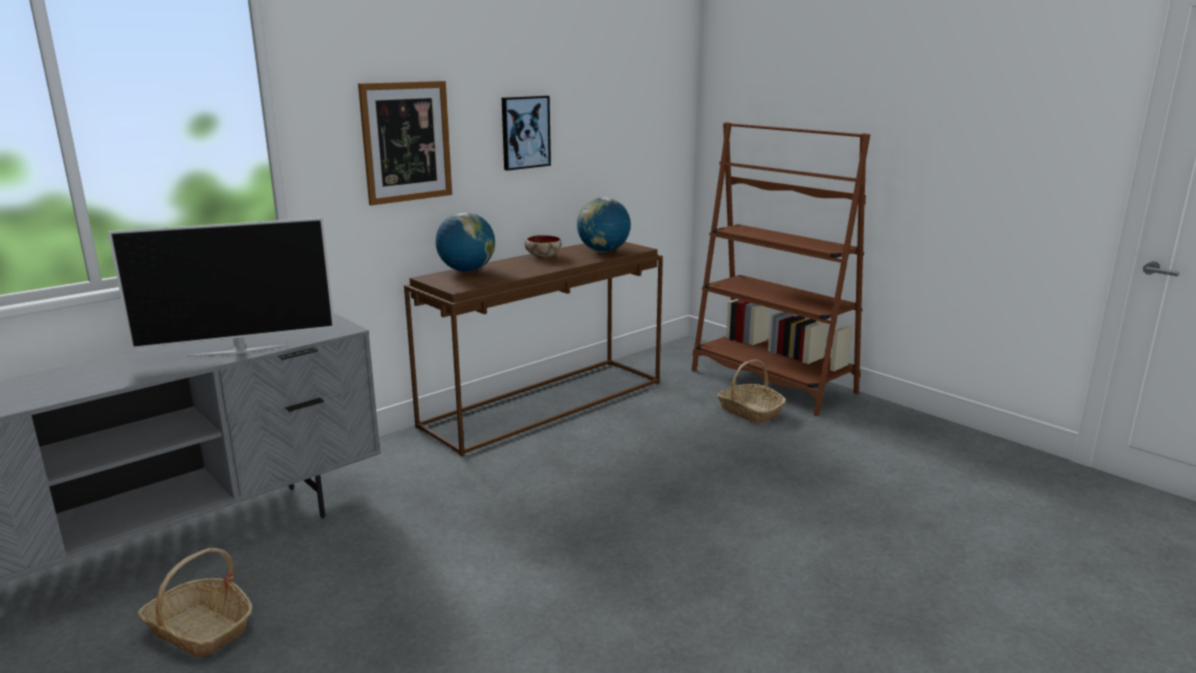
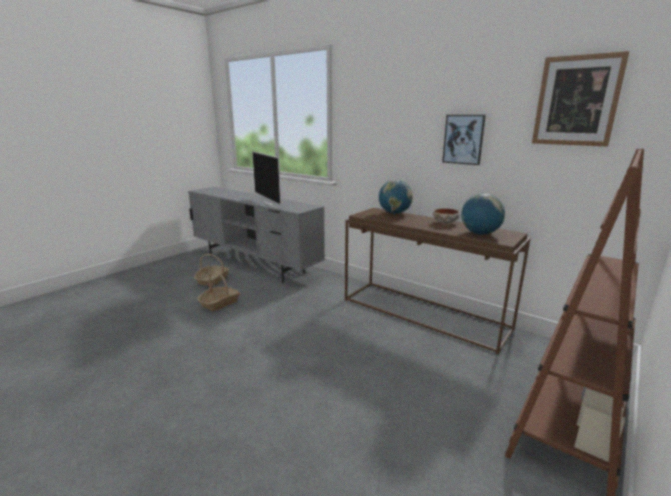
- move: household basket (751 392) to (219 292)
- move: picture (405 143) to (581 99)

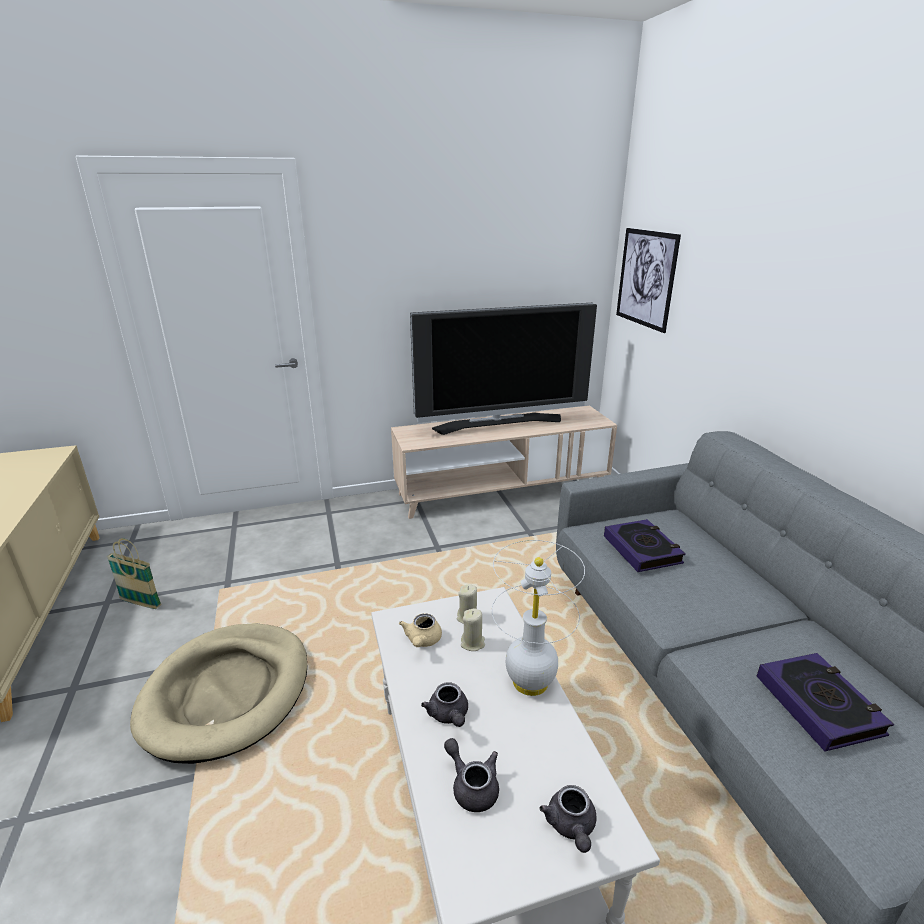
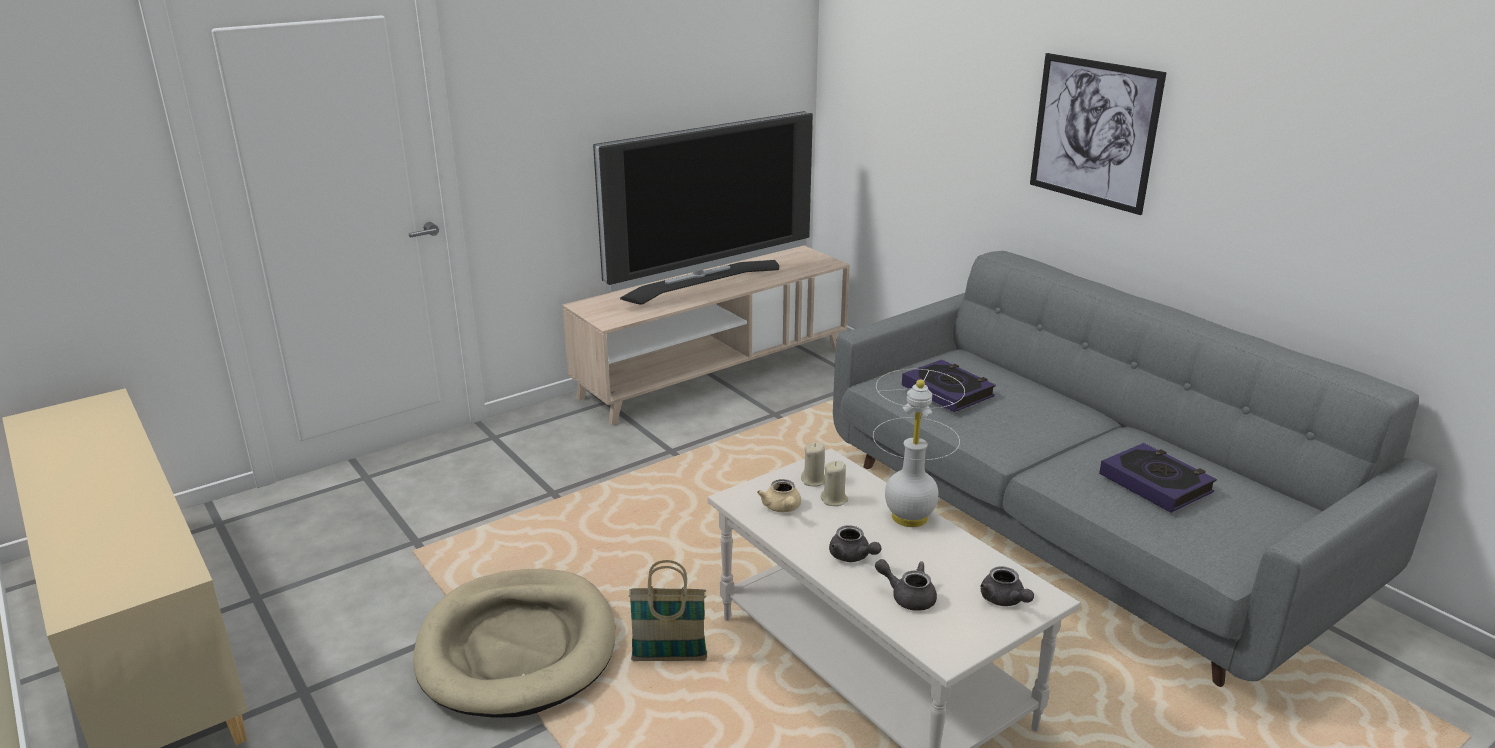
- move: household basket (134 573) to (668 610)
- move: picture (648 280) to (1098 134)

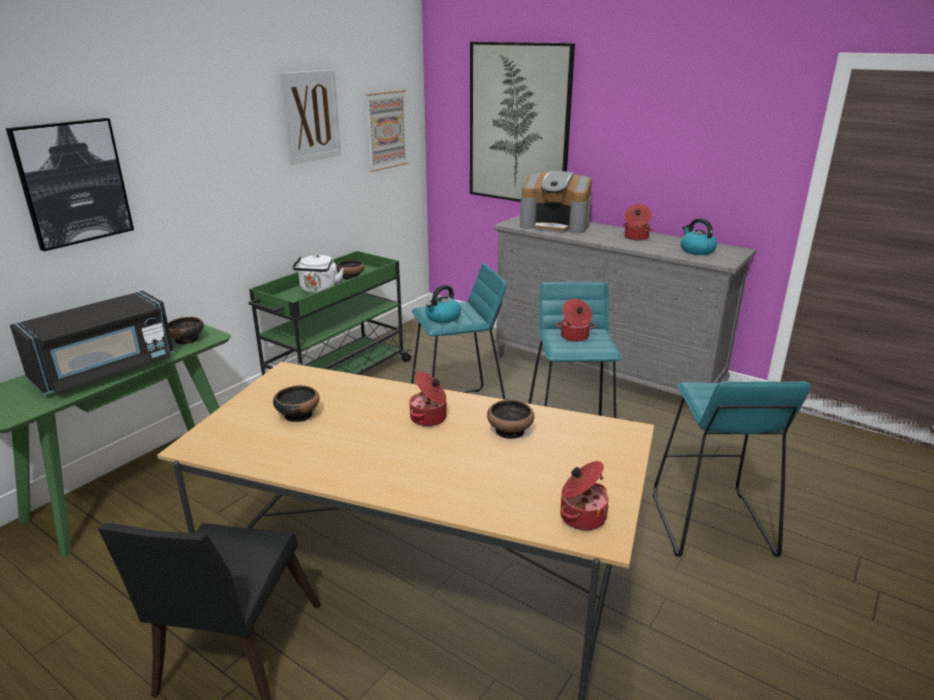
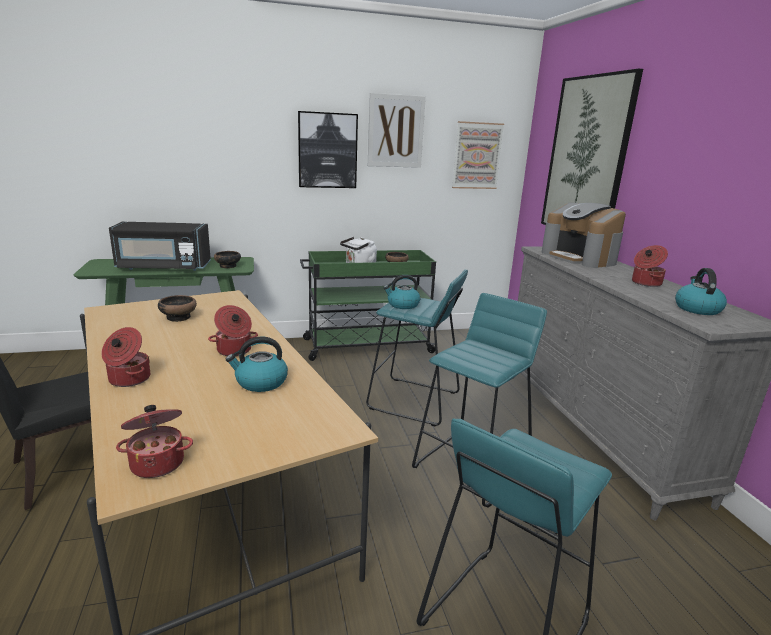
- move: cooking pot (576 320) to (125 357)
- replace: serving bowl (510 419) to tea kettle (257 364)
- move: picture (70 184) to (328 149)

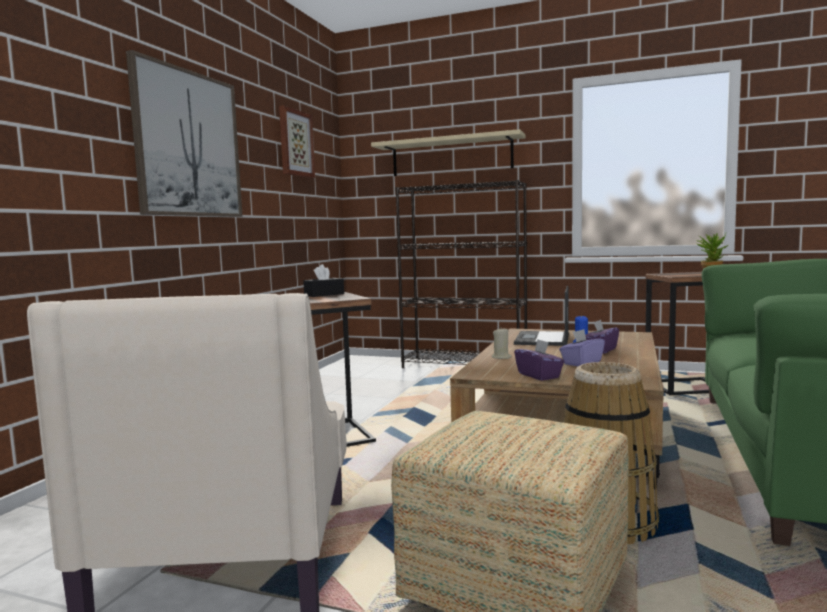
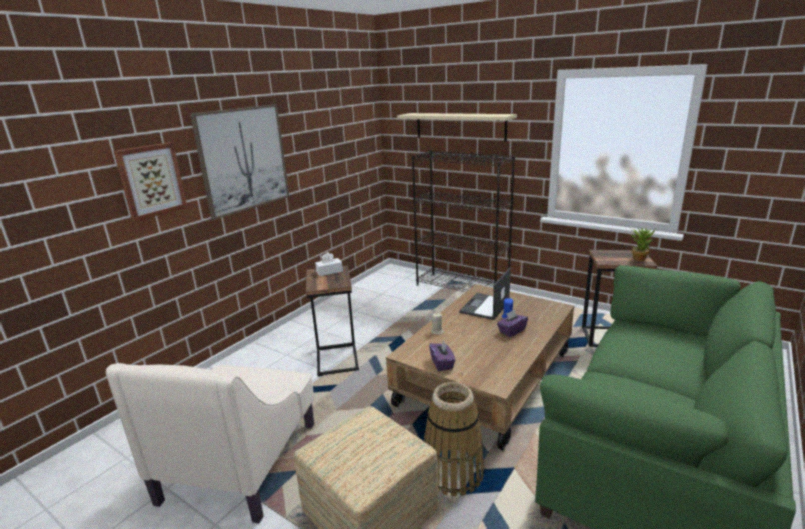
- move: picture (297 141) to (150 182)
- recolor: tissue box in black-coloured (323 280) to tissue box in whitish (329 264)
- delete: tissue box in purplish (582 347)

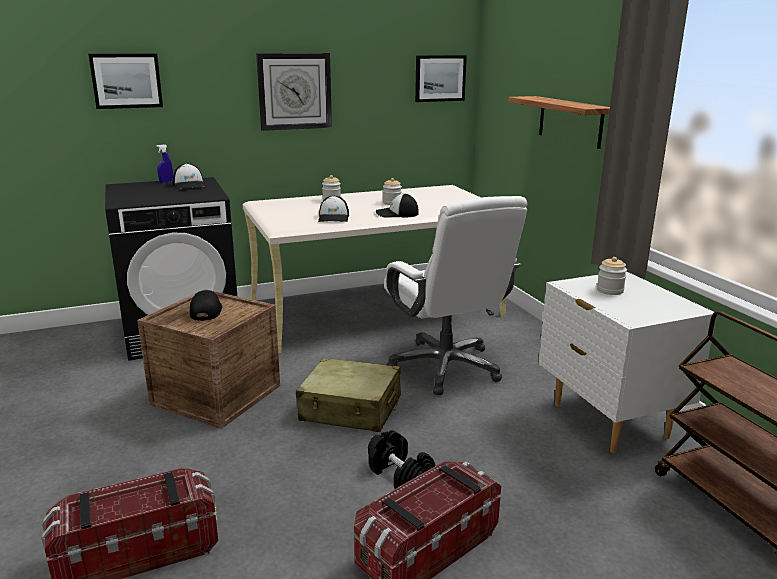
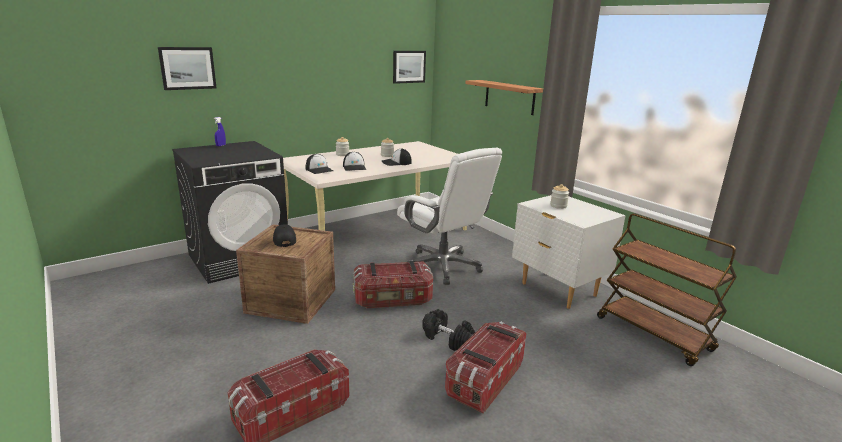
- move: cap (189 176) to (319 164)
- replace: piece of luggage in beige (348 395) to storage box (393 285)
- delete: hanging clock (294 92)

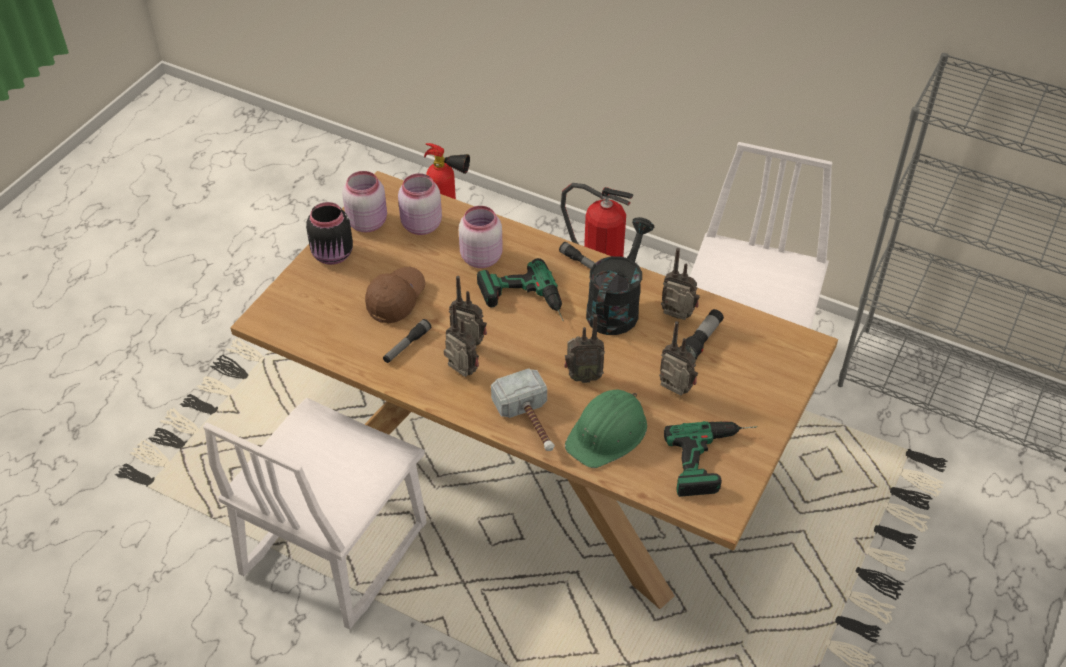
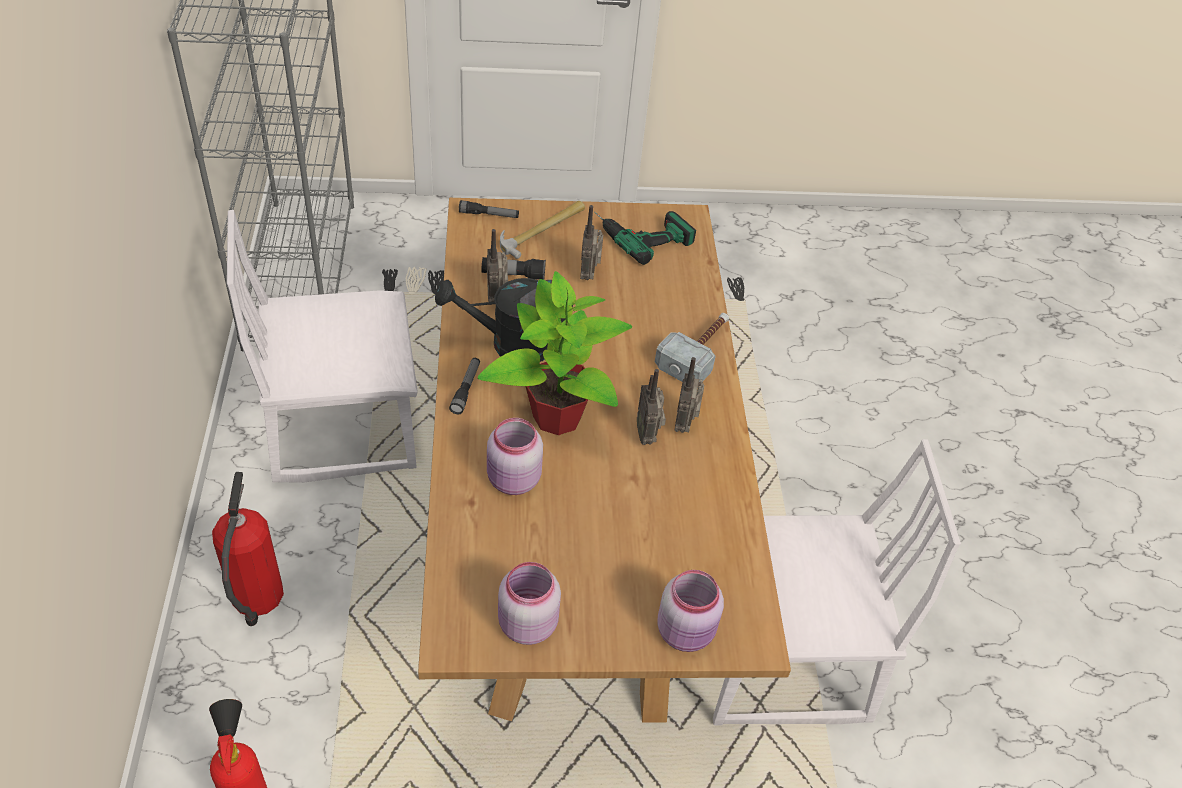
- move: flashlight (407 341) to (489 209)
- replace: power drill (520 289) to houseplant (555 353)
- insert: hand hammer (542 230)
- move: storage jar in pinkish (420 204) to (690 611)
- delete: storage jar in black-coloured (329 233)
- delete: cap in brownish (395 295)
- delete: radio receiver (584 348)
- delete: safety helmet in green-coloured (606 429)

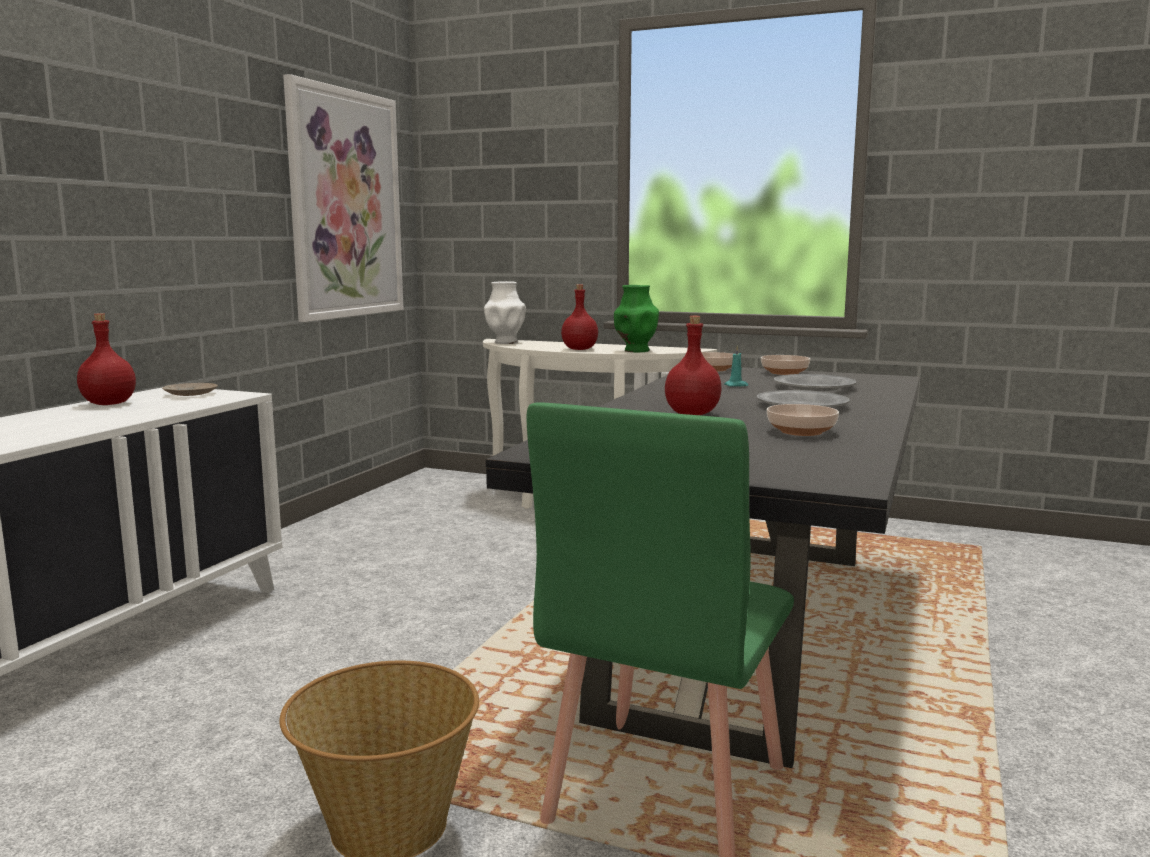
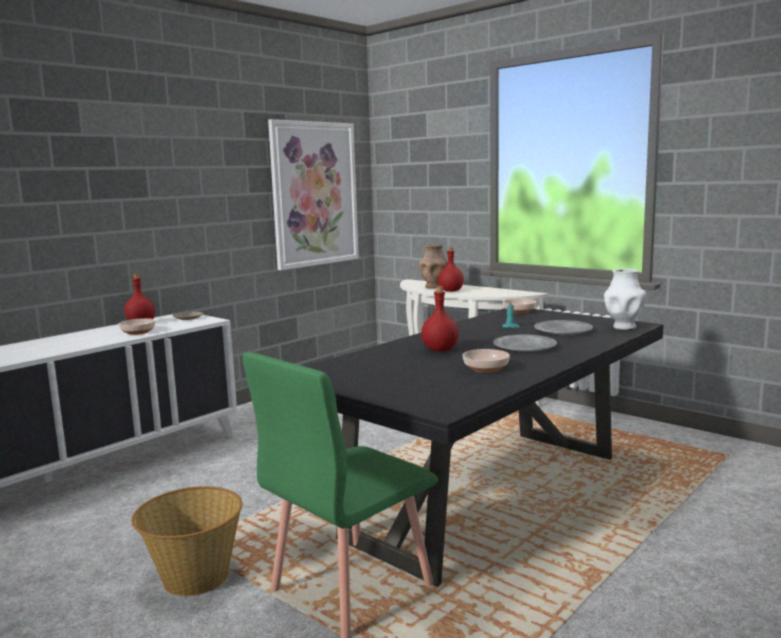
- move: serving bowl (785 365) to (137 326)
- insert: decorative vase in brownish (433 266)
- move: decorative vase in whitish (505 312) to (625 299)
- delete: decorative vase in green-coloured (636 318)

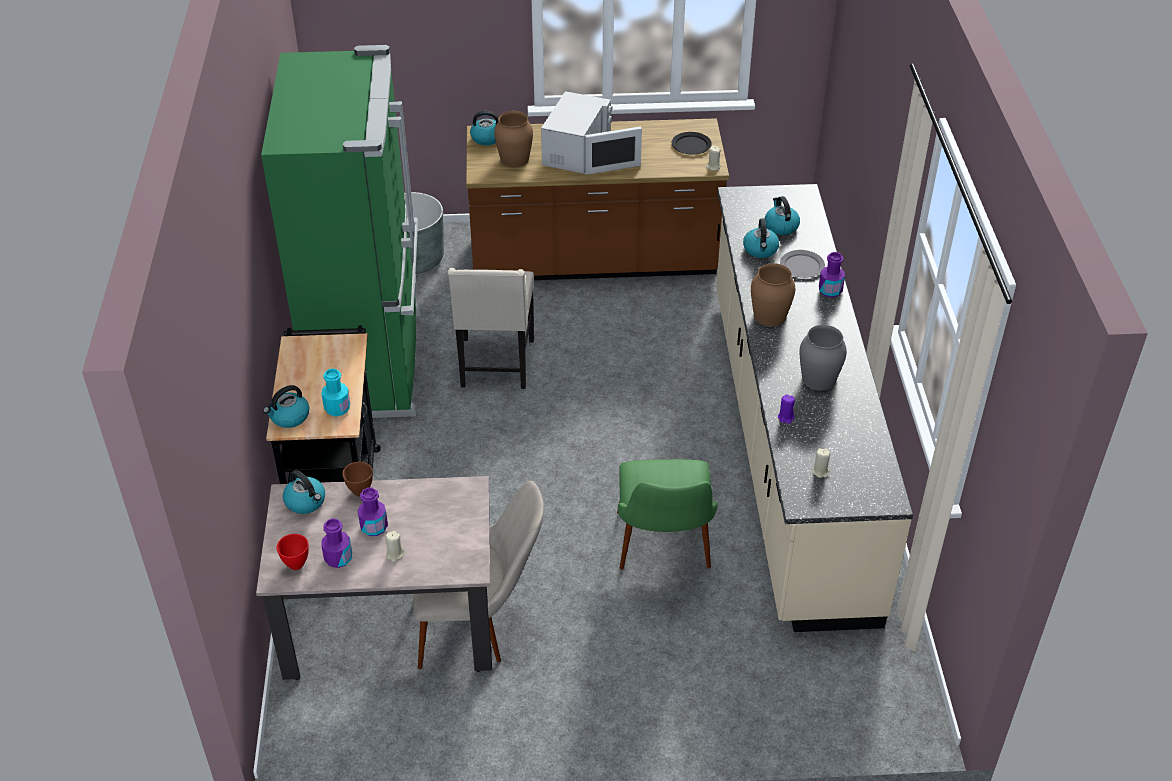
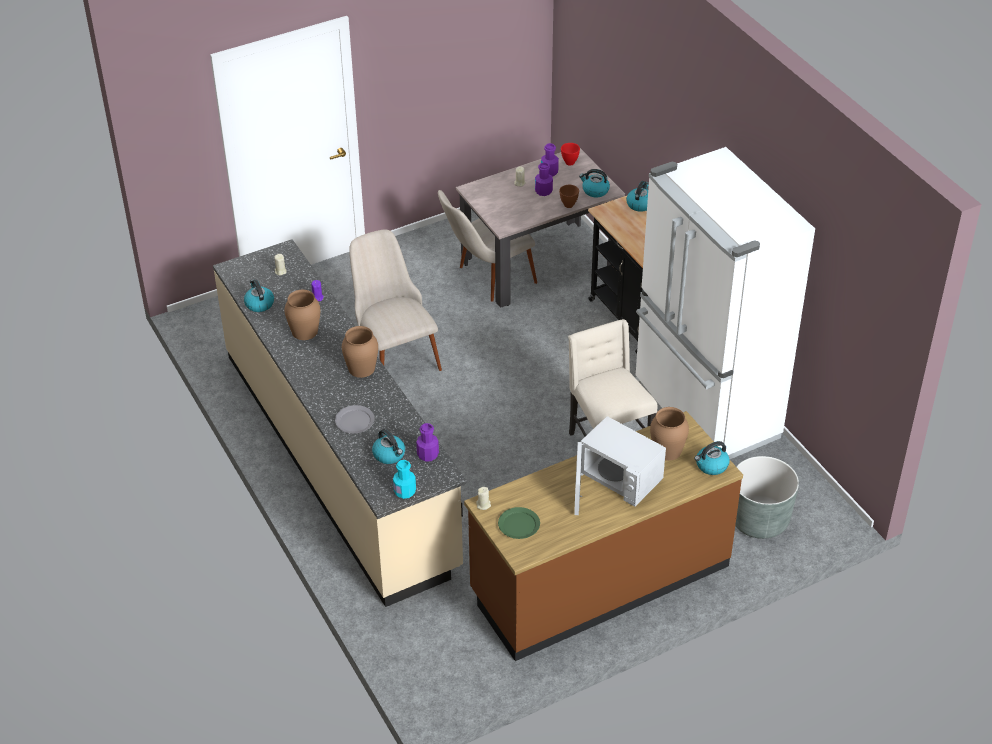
- move: tea kettle (761 238) to (259 296)
- recolor: decorative vase in gray (823 357) to decorative vase in brownish (302 315)
- recolor: plain chair in green-coloured (667 514) to plain chair in beige (395 300)
- move: beverage bottle in turquoise (335 392) to (404 479)
- move: beverage bottle in purplish (832 274) to (427 442)
- recolor: plate in black-coloured (692 143) to plate in green-coloured (519 523)
- rotate: microwave in whitish (591 133) = (620 465) 45 degrees counterclockwise
- recolor: refrigerator in green-coloured (341 231) to refrigerator in whitish (725 303)

